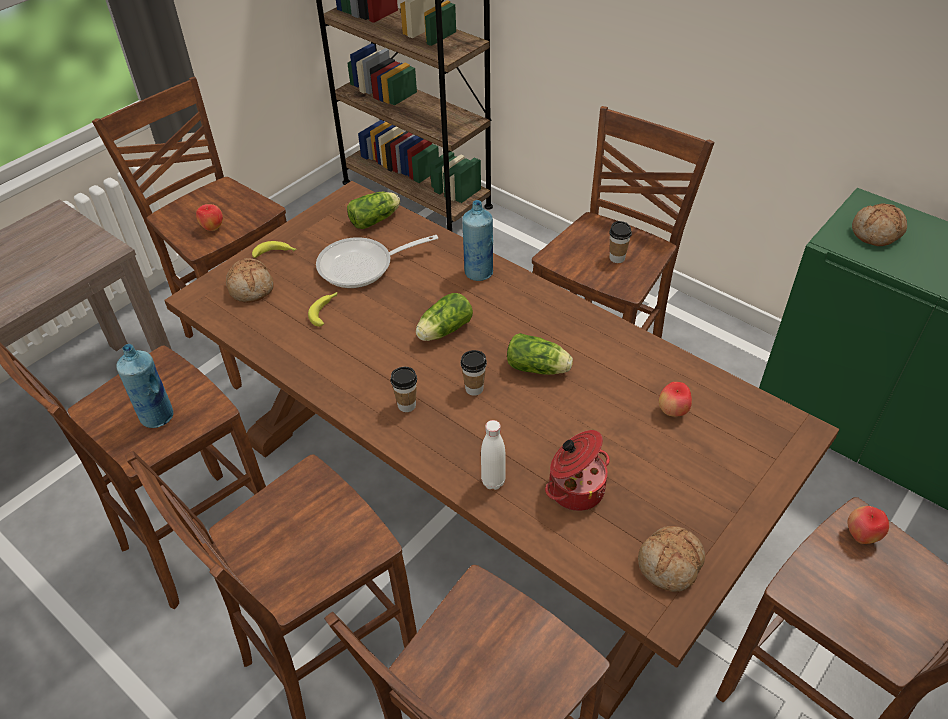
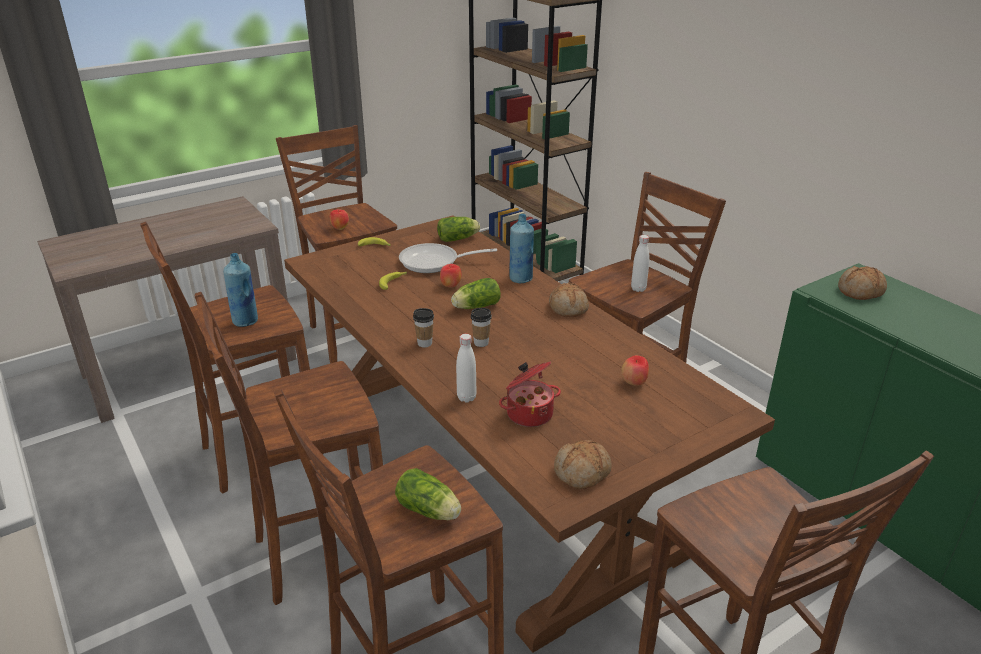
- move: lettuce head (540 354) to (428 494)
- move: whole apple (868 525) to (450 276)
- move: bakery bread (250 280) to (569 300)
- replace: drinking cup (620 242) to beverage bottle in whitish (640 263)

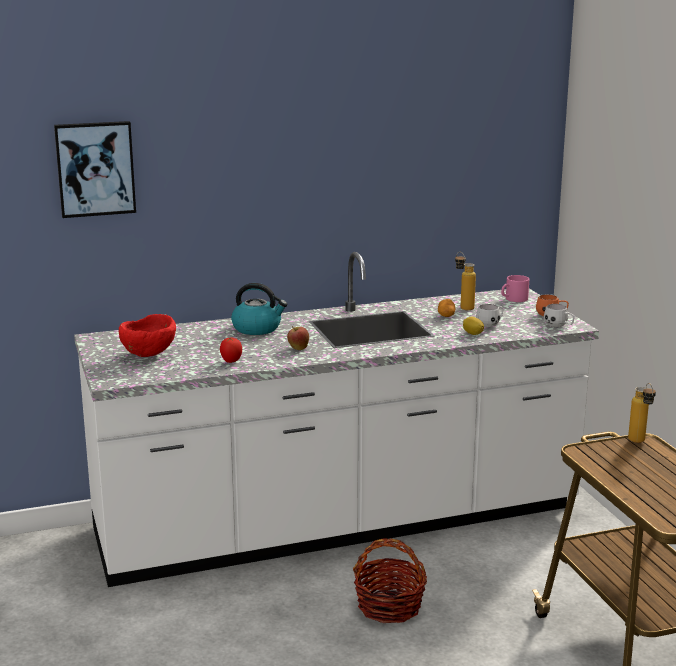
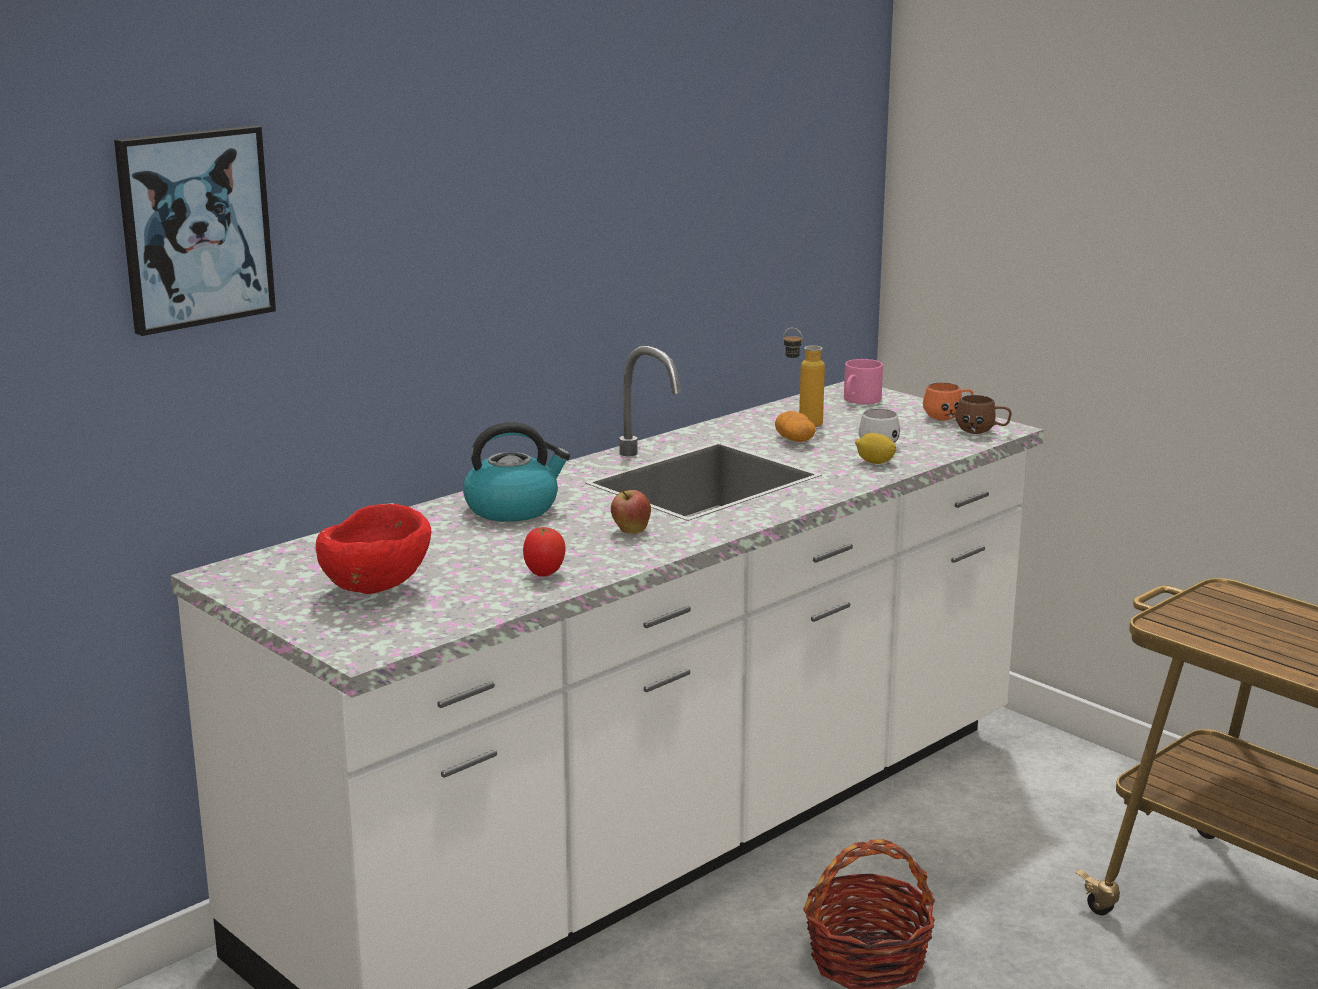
- recolor: tea mug in whitish (559 315) to tea mug in brownish (983 414)
- delete: beverage bottle (642 413)

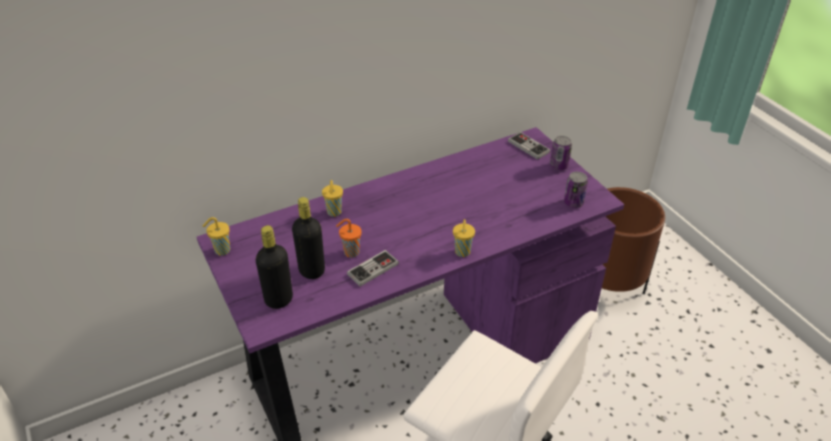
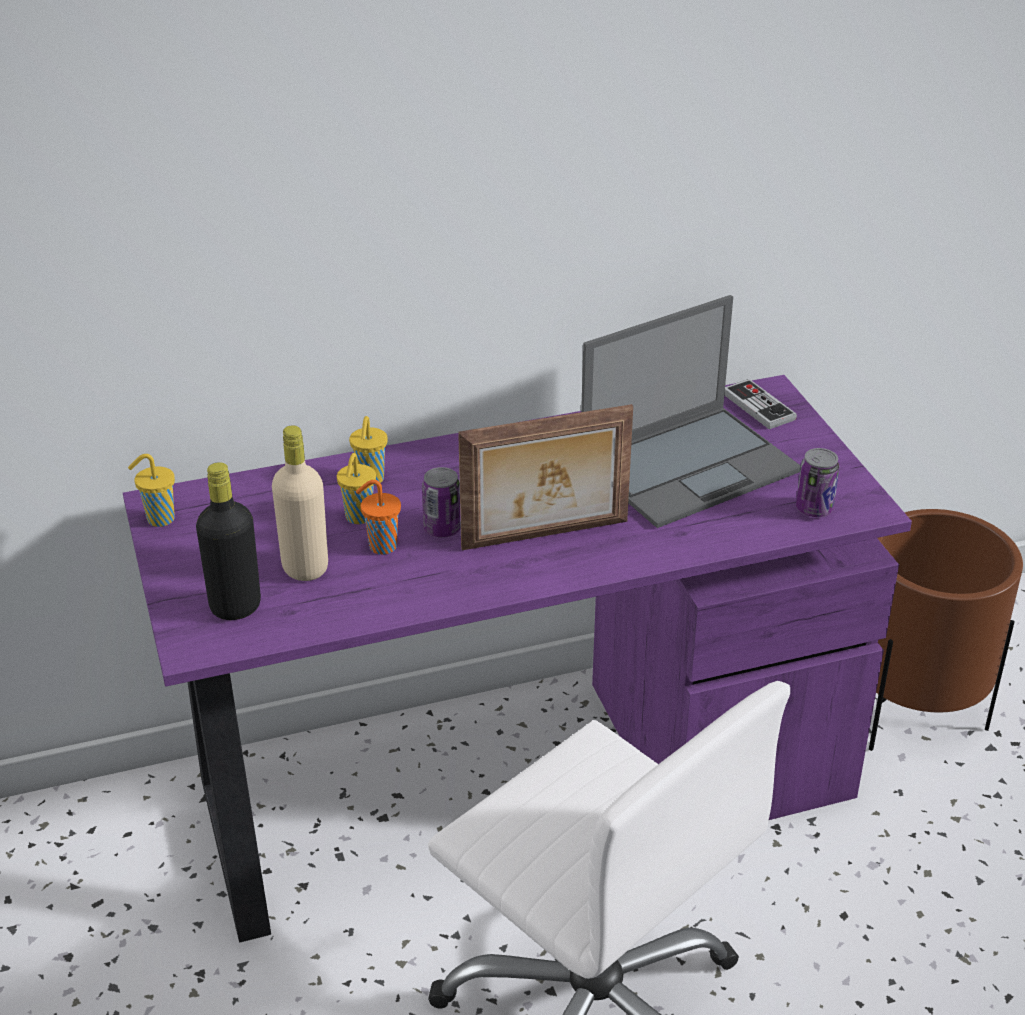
- recolor: beverage bottle in black-coloured (308 238) to beverage bottle in beige (300 503)
- move: drinking cup in yellow (464 238) to (356 488)
- move: metal can (561 153) to (441 502)
- insert: photo frame (545 477)
- insert: laptop (691 411)
- delete: game controller (373 268)

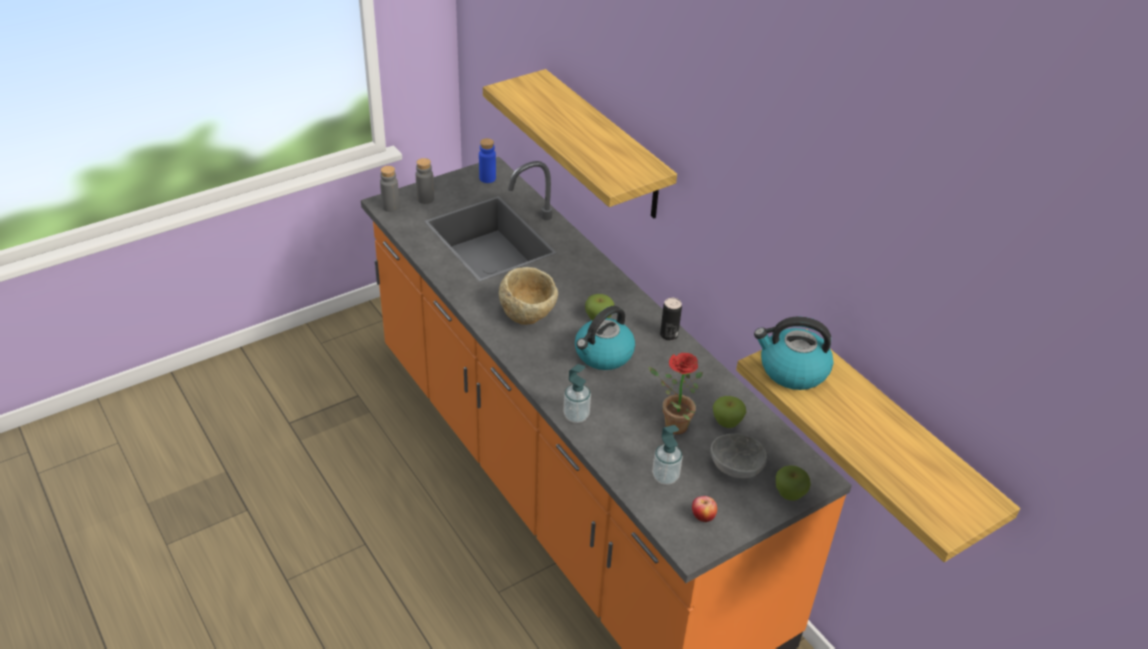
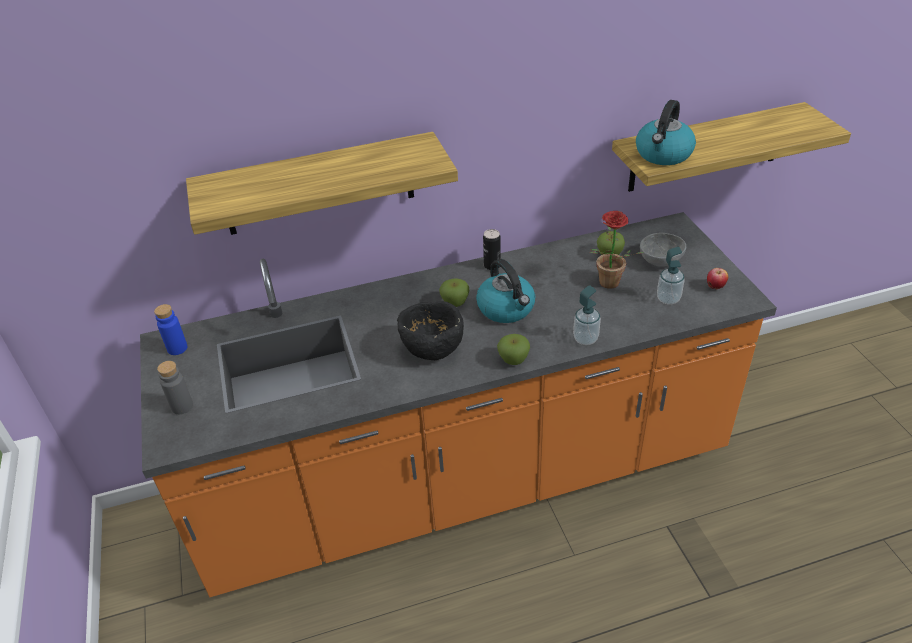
- recolor: serving bowl in beige (528 296) to serving bowl in black-coloured (430 330)
- move: whole apple (793 483) to (513 349)
- delete: beverage bottle in gray (390 189)

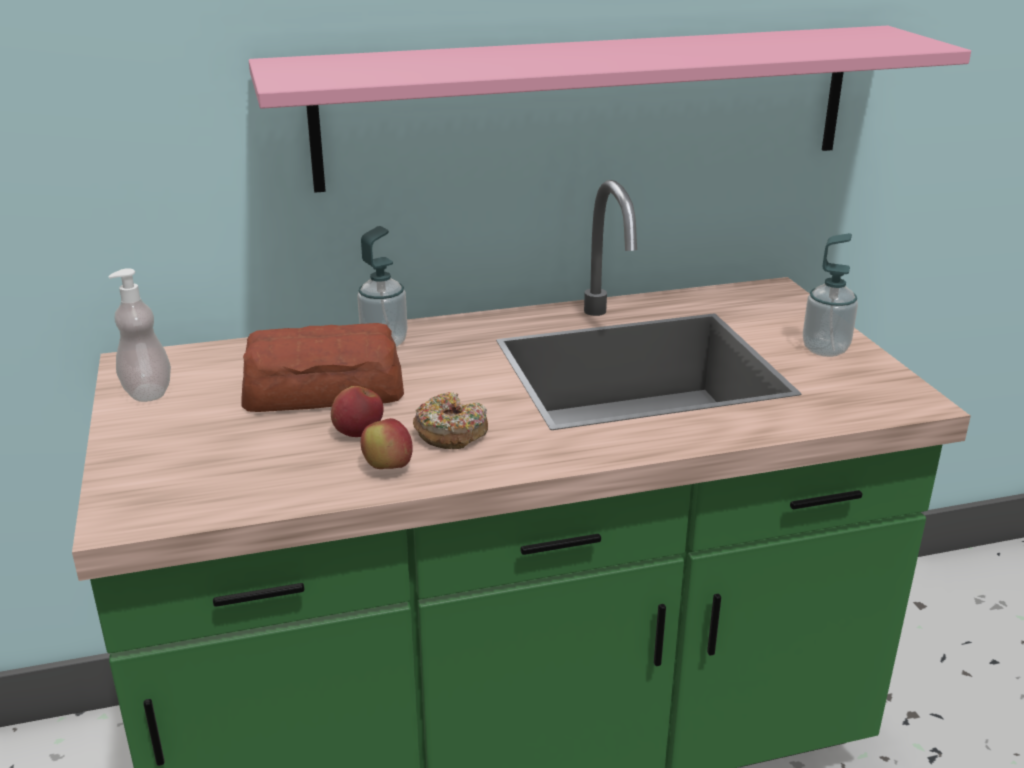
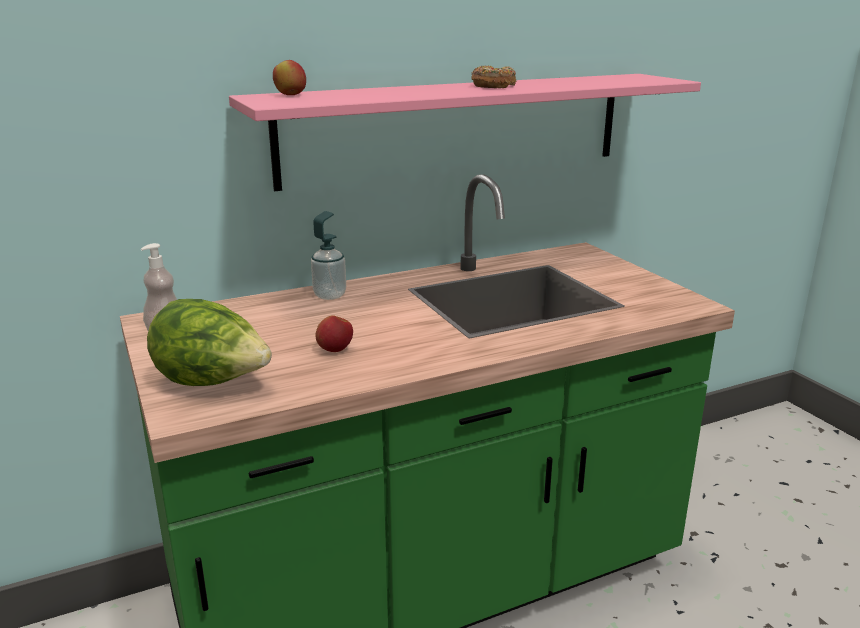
- insert: lettuce head (209 342)
- move: whole apple (387 443) to (289 77)
- move: ring doughnut (450 420) to (493 76)
- delete: bakery bread (323 367)
- delete: liquid soap bottle (830 295)

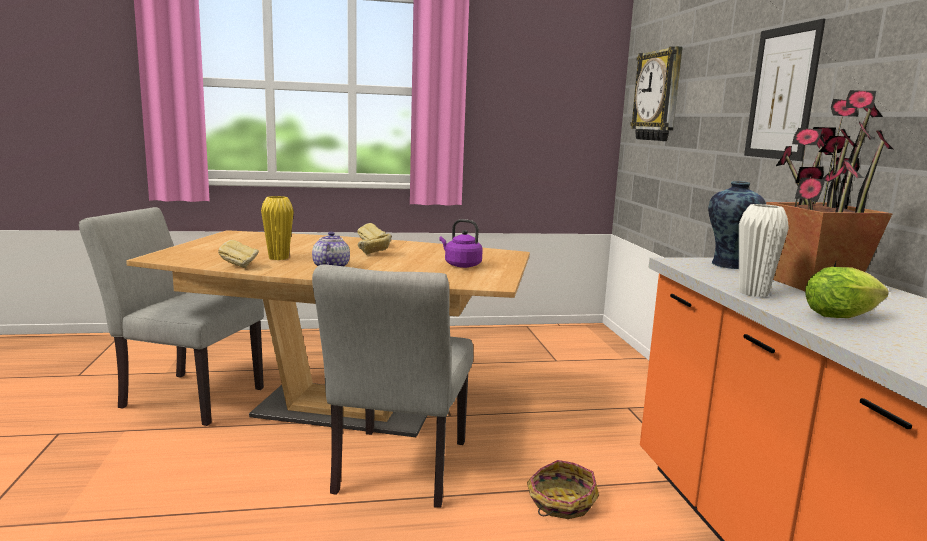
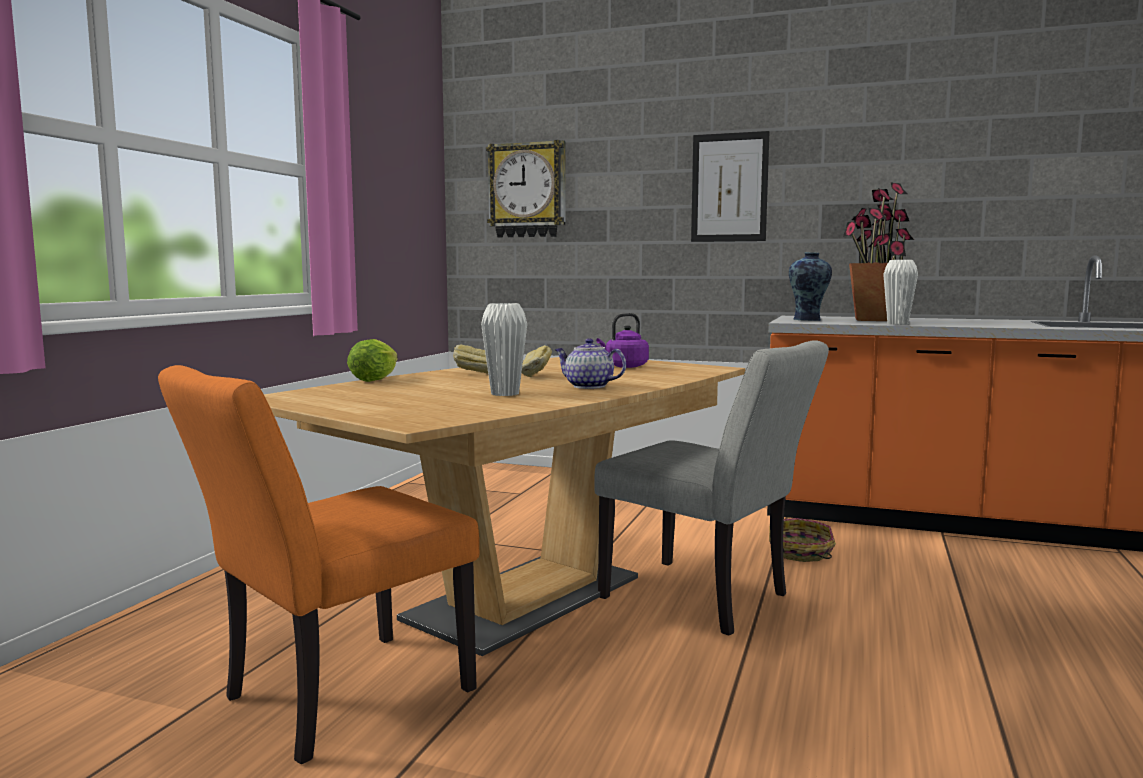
- recolor: plain chair in gray (171 316) to plain chair in orangey (318 564)
- move: lettuce head (847 292) to (372 360)
- recolor: decorative vase in yellow (277 228) to decorative vase in whitish (504 349)
- delete: bakery bread (238 254)

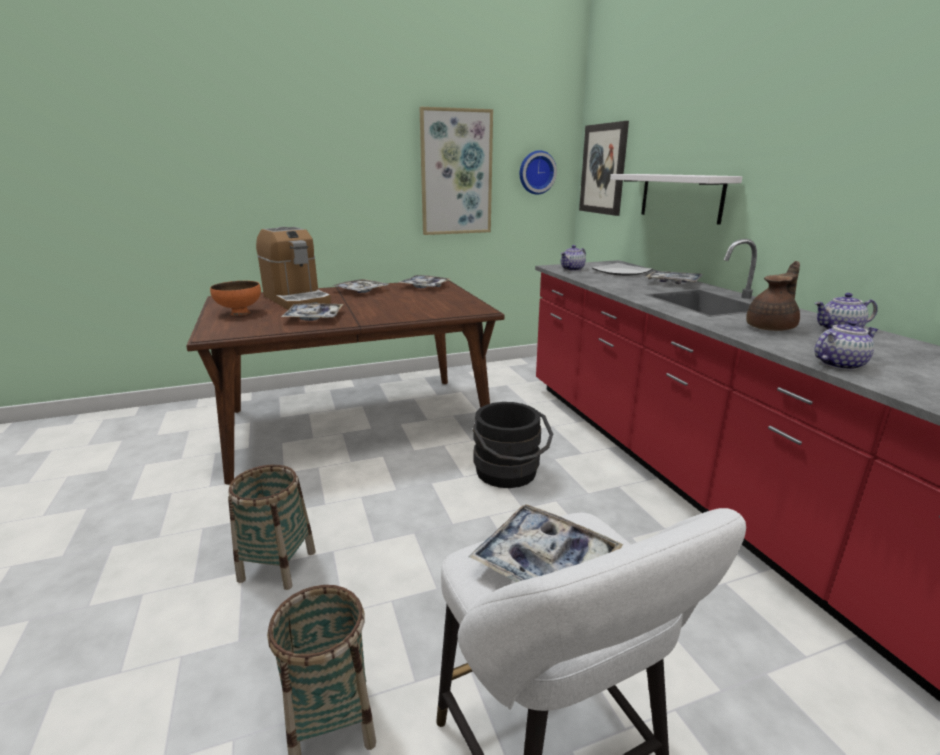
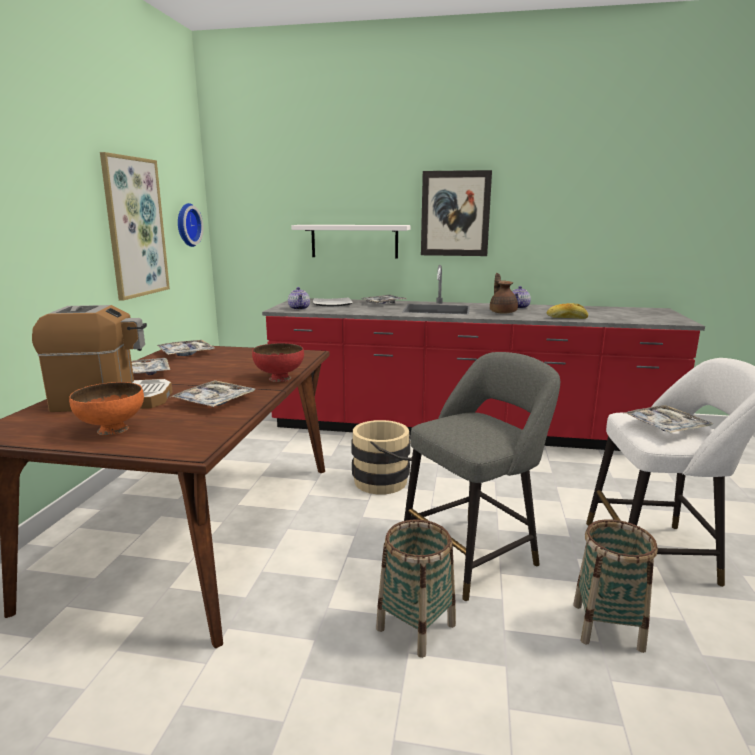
- insert: serving bowl in reddish (278 362)
- recolor: pail in black-coloured (513 445) to pail in beige (381 457)
- insert: sitting stool in gray (482 476)
- move: picture (604 168) to (456 213)
- replace: teapot (846 345) to bakery bread (567 311)

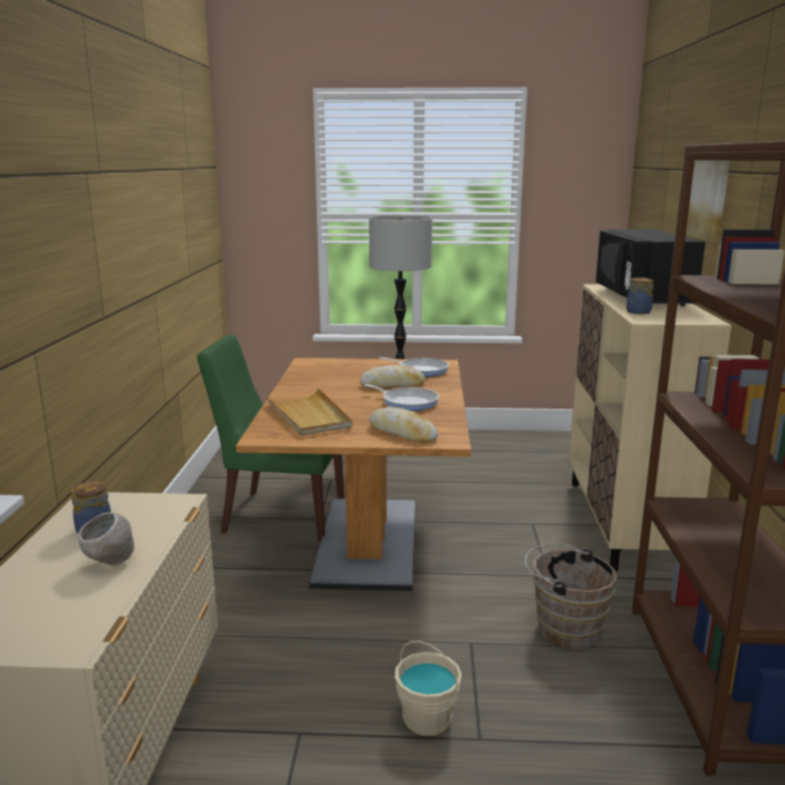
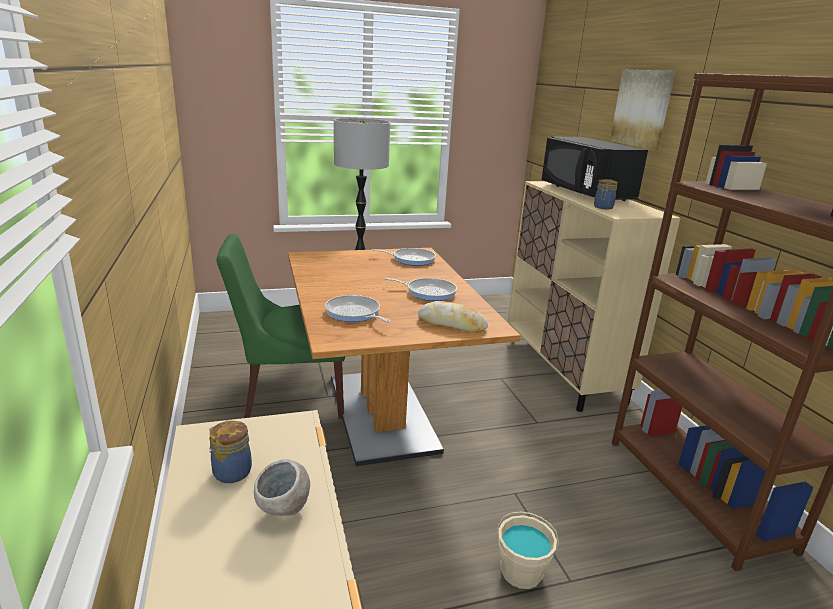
- replace: serving tray in beige (308 412) to pan (358 309)
- delete: bakery bread (392 376)
- delete: pail in brownish (571 596)

